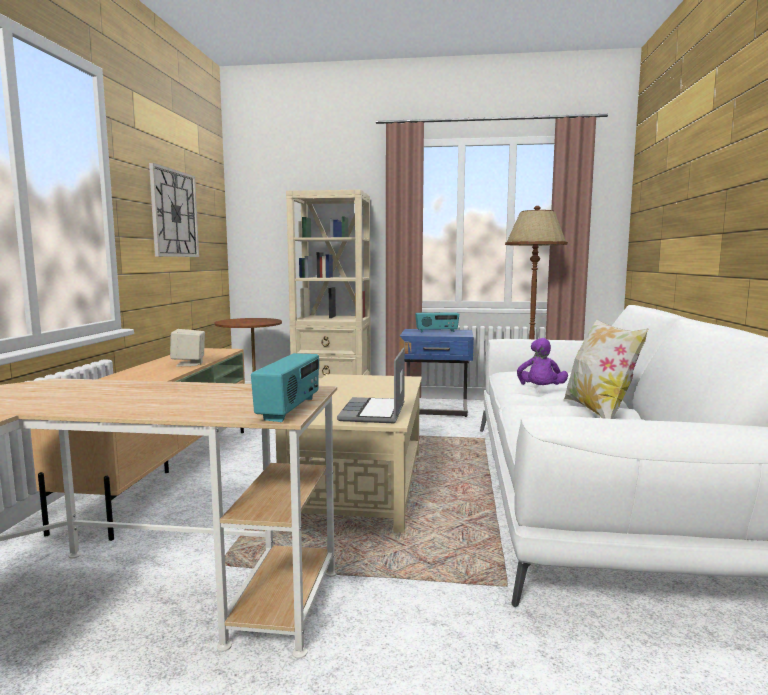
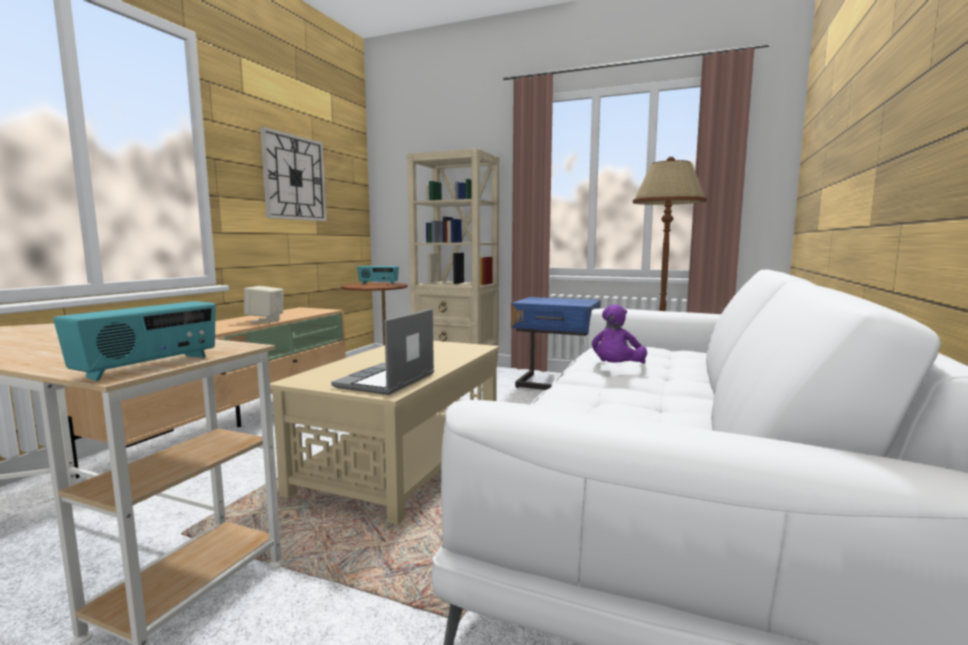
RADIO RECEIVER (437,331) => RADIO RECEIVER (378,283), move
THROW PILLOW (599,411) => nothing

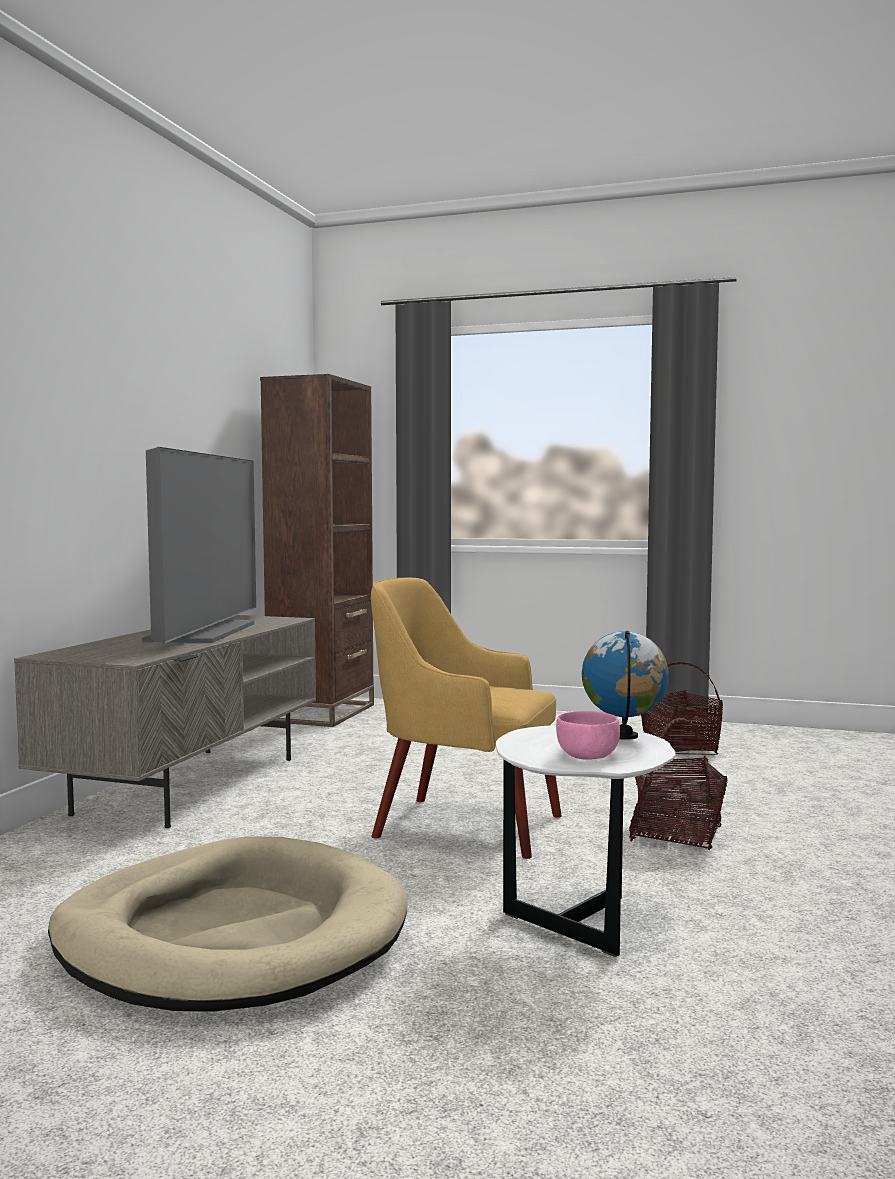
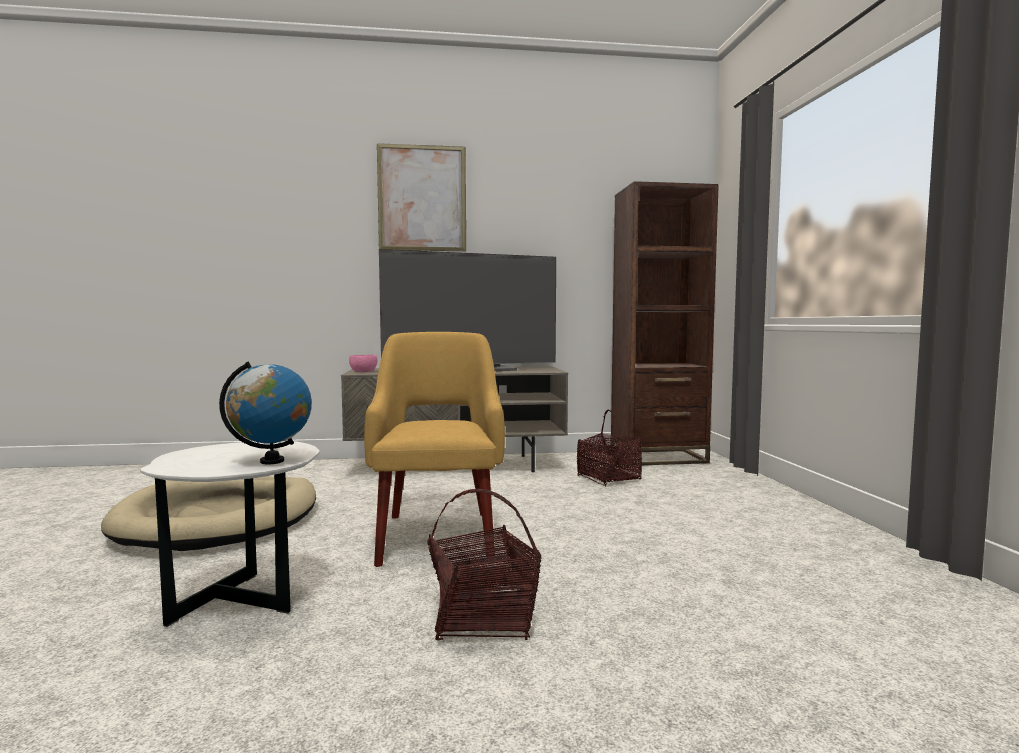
PINK-COLOURED SERVING BOWL (587,756) => PINK-COLOURED SERVING BOWL (363,372), move
nothing => PICTURE (422,198)
BASKET (679,748) => BASKET (608,478), move

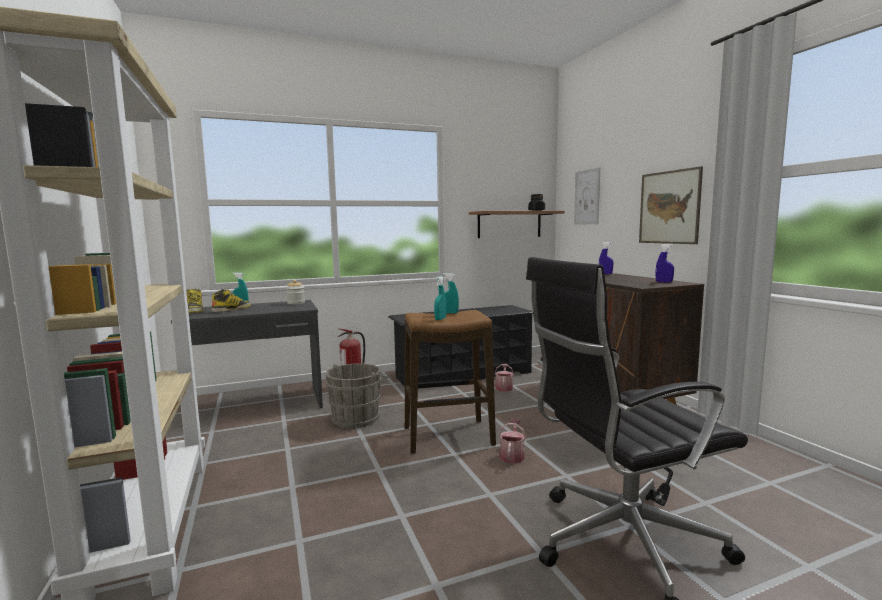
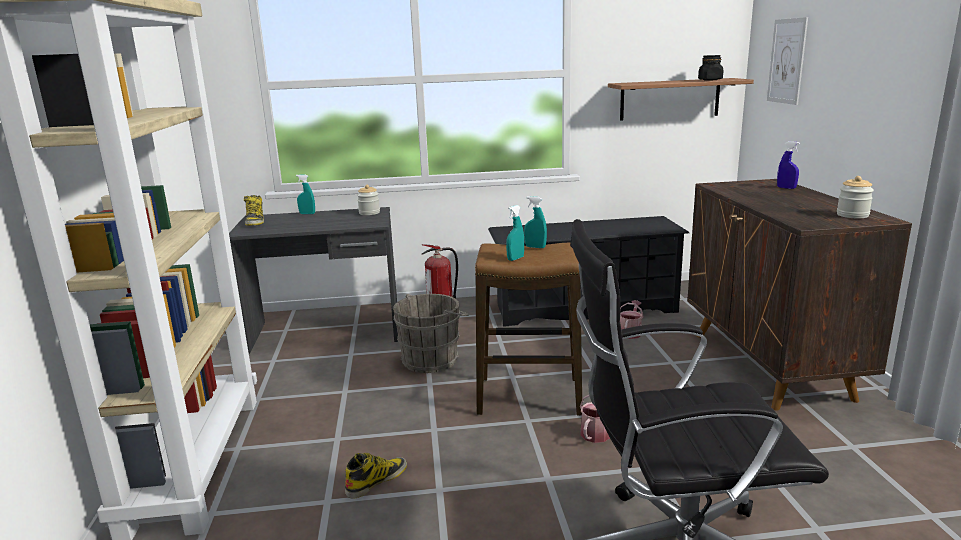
HIGH-TOP BOOT (231,309) => HIGH-TOP BOOT (376,480), move
BLUE-COLOURED HAND SPRAYER (664,282) => PRESERVE JAR (852,215)
PICTURE (669,207) => nothing

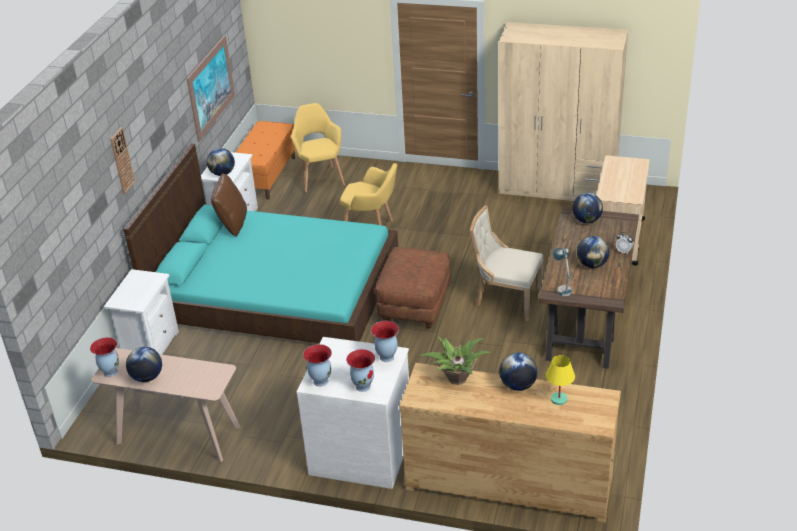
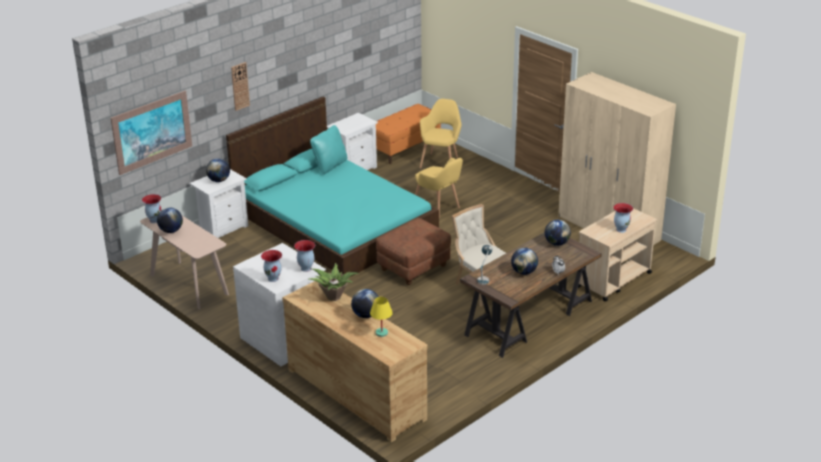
PICTURE (211,87) => PICTURE (152,132), move
WORLD GLOBE (222,173) => WORLD GLOBE (219,180), move
BROWN THROW PILLOW (232,224) => TURQUOISE THROW PILLOW (329,166)
FLOWER VASE (320,381) => FLOWER VASE (621,229), move

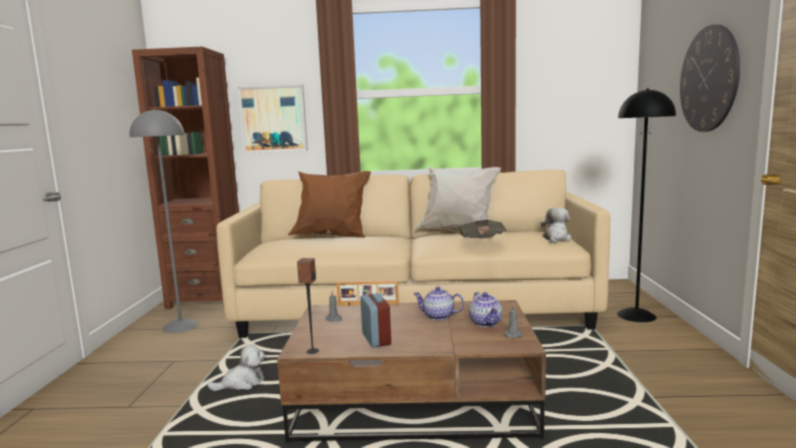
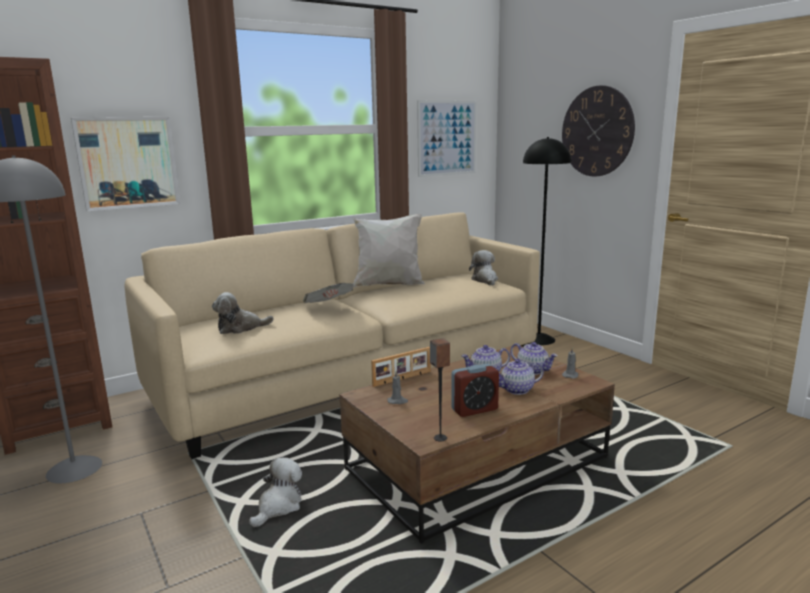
nothing => PLUSH TOY (240,328)
DAILY PAPER (481,243) => DAILY PAPER (329,307), move
nothing => PICTURE (447,138)
BEDSIDE CLOCK (376,339) => BEDSIDE CLOCK (474,409), 120 degrees clockwise
nothing => TEAPOT (517,390)
BROWN THROW PILLOW (332,237) => nothing

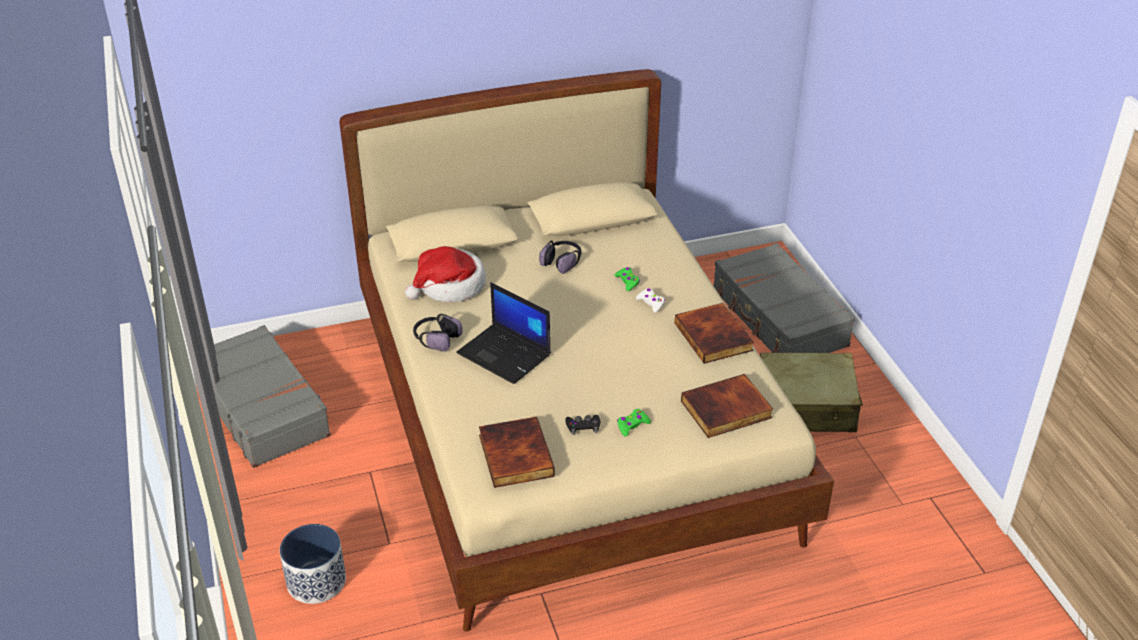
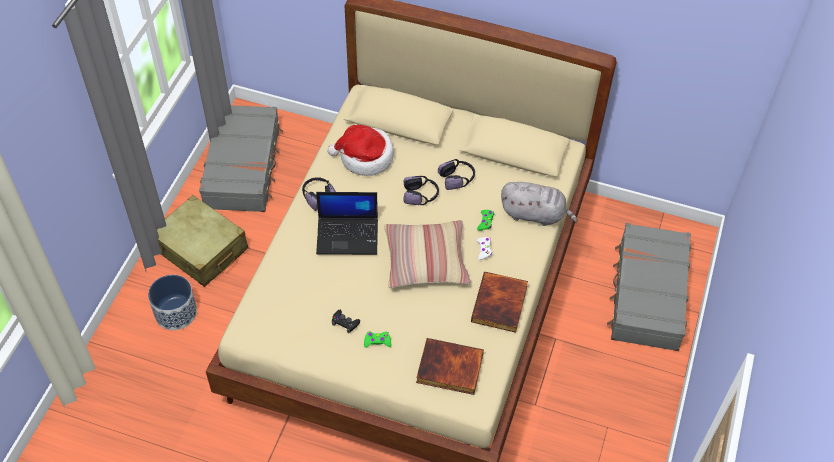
BEIGE-COLOURED PIECE OF LUGGAGE (806,406) => BEIGE-COLOURED PIECE OF LUGGAGE (201,250), move
LAPTOP (505,354) => LAPTOP (348,235), 75 degrees counterclockwise
nothing => THROW PILLOW (426,260)
nothing => HEADPHONES (421,195)
nothing => GREY PLUSH TOY (535,214)
BOUND BOOK (514,455) => nothing

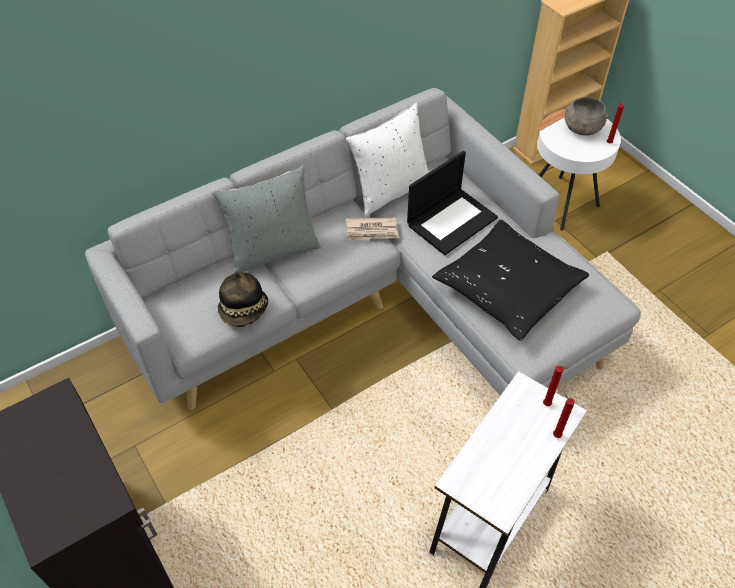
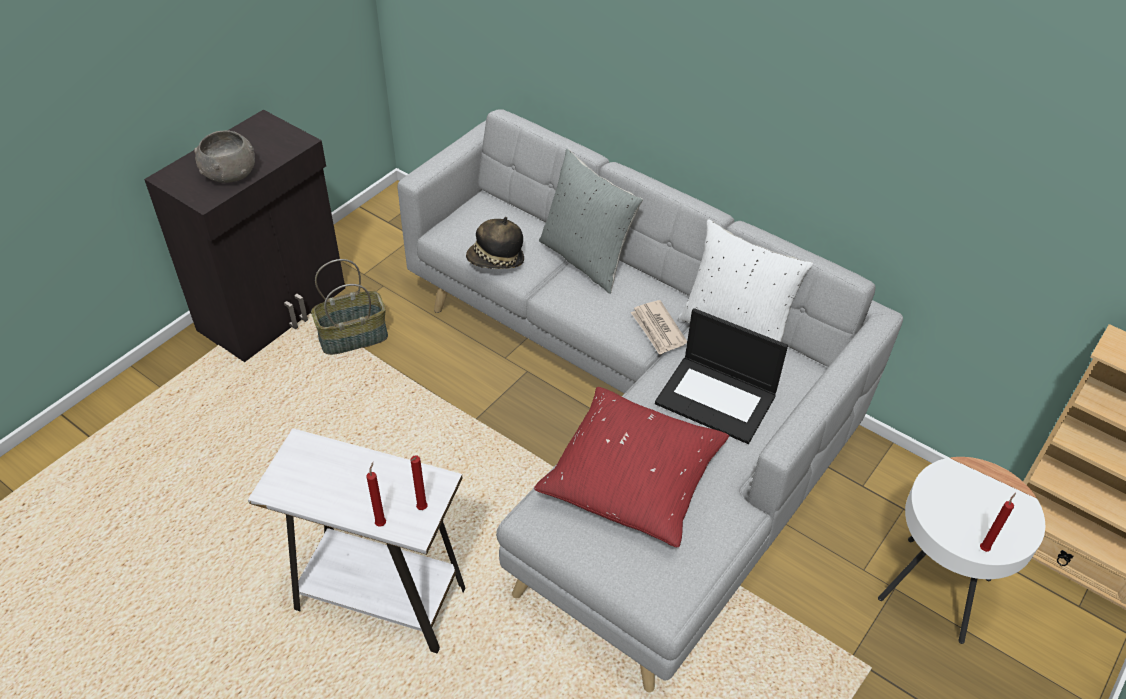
GREY SERVING BOWL (581,128) => GREY SERVING BOWL (229,174), move
nothing => BASKET (353,336)
BLACKISH THROW PILLOW (507,288) => RED THROW PILLOW (632,477)

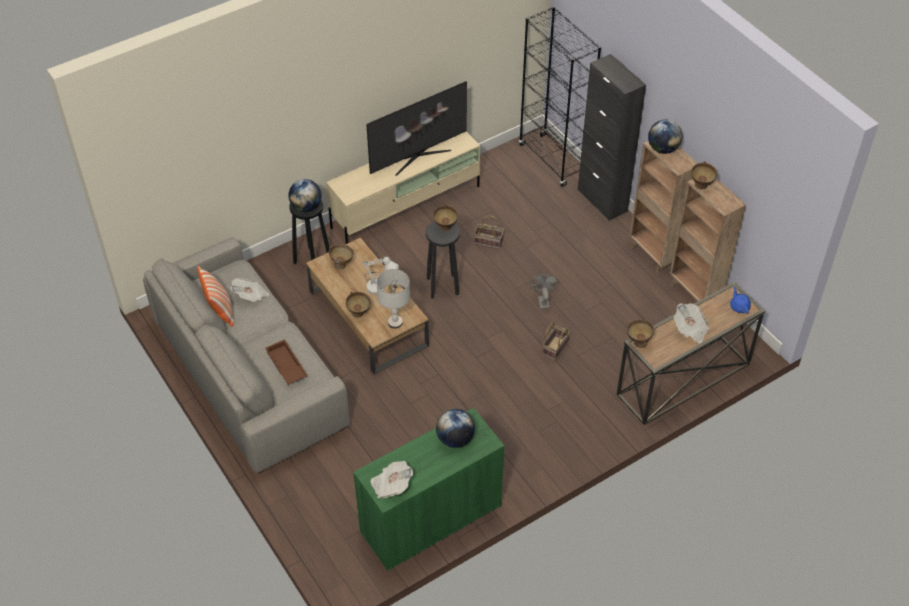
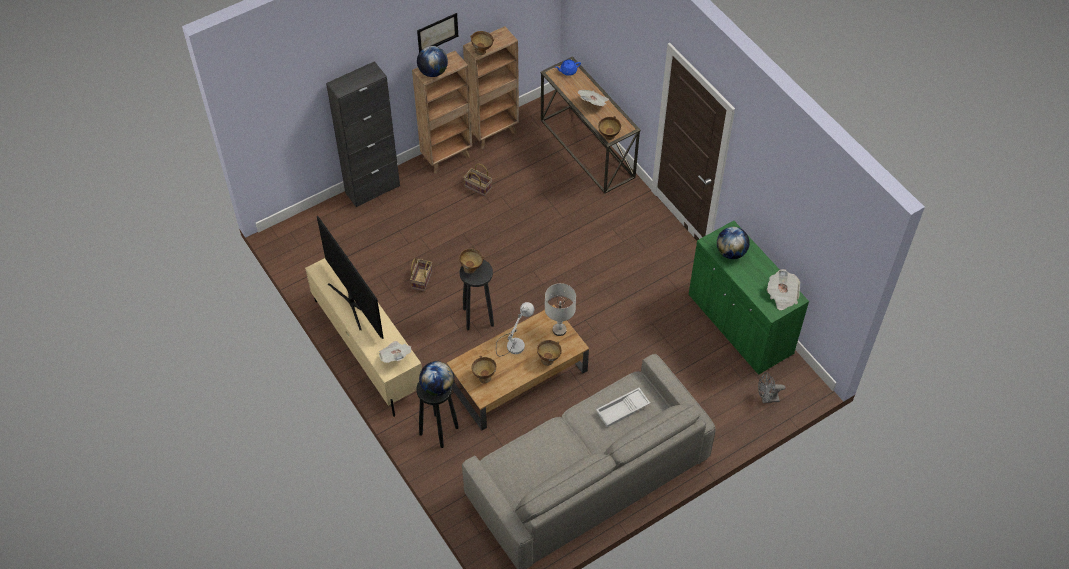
DAILY PAPER (251,296) => DAILY PAPER (395,356), move
nothing => PICTURE (437,33)
BASKET (555,347) => BASKET (477,187), move
BROWN TRAY (285,366) => WHITISH TRAY (622,410)
GREY ELECTRIC FAN (542,300) => GREY ELECTRIC FAN (767,399), move
THROW PILLOW (220,310) => nothing
BLACKISH BOOKSHELF (553,161) => nothing

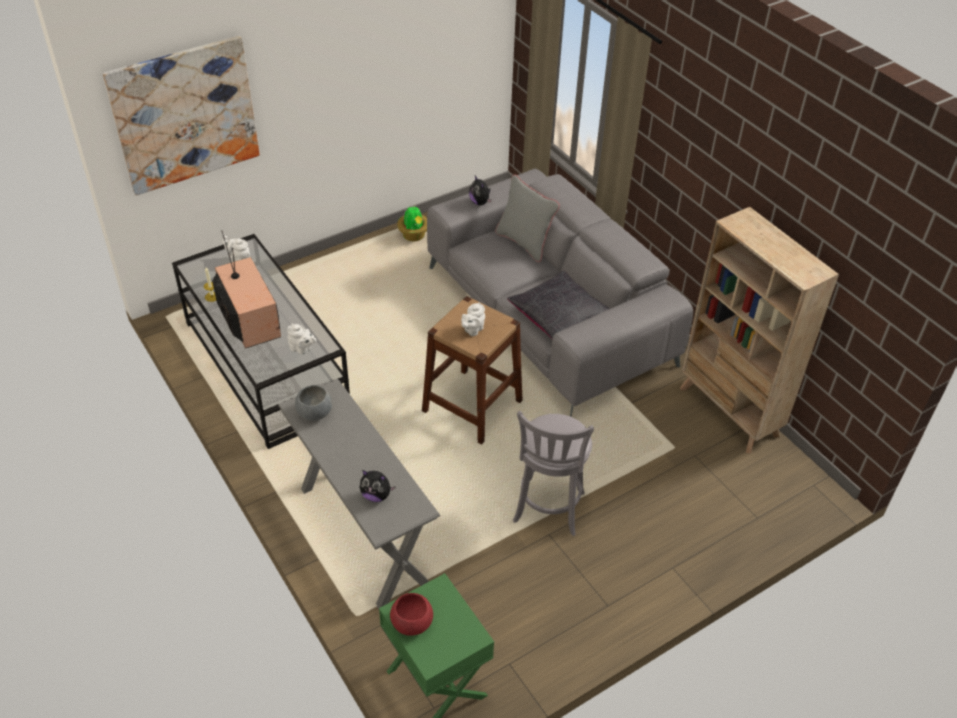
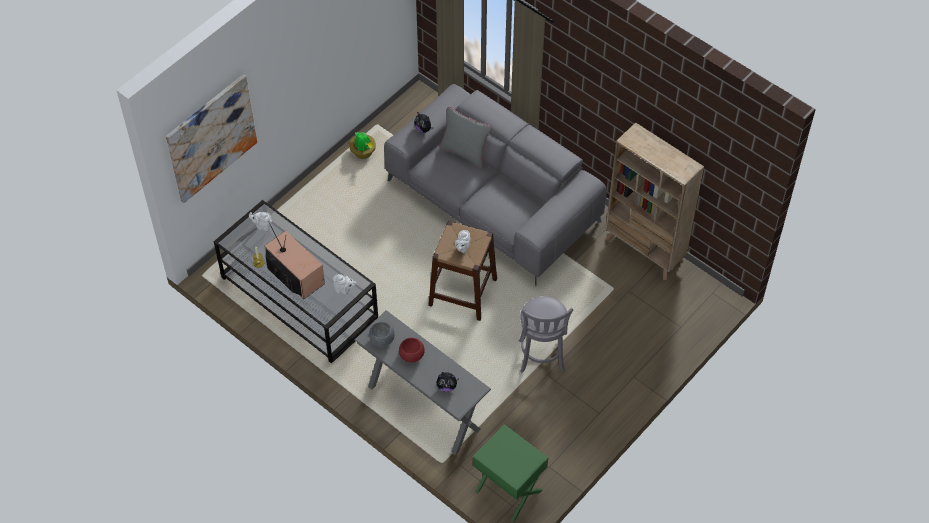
RED SERVING BOWL (412,622) => RED SERVING BOWL (411,355), move
BLACKISH THROW PILLOW (559,316) => nothing

